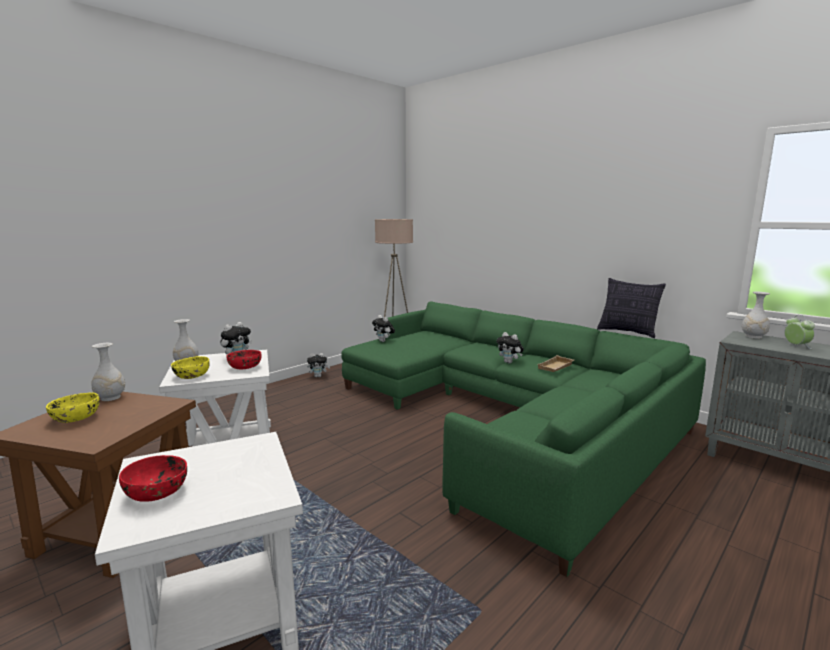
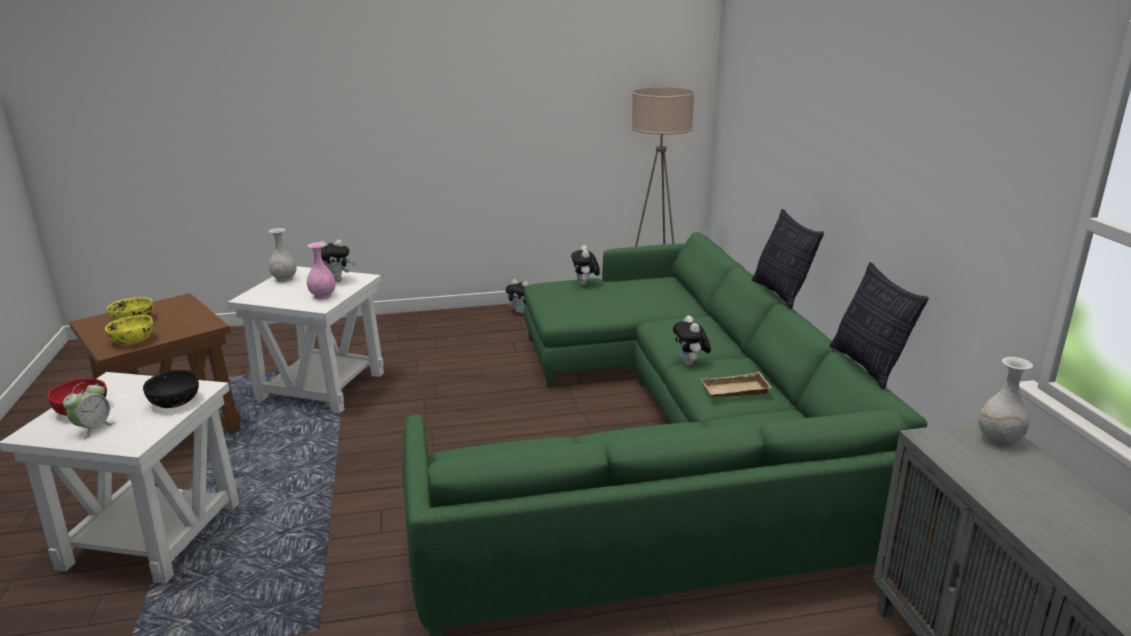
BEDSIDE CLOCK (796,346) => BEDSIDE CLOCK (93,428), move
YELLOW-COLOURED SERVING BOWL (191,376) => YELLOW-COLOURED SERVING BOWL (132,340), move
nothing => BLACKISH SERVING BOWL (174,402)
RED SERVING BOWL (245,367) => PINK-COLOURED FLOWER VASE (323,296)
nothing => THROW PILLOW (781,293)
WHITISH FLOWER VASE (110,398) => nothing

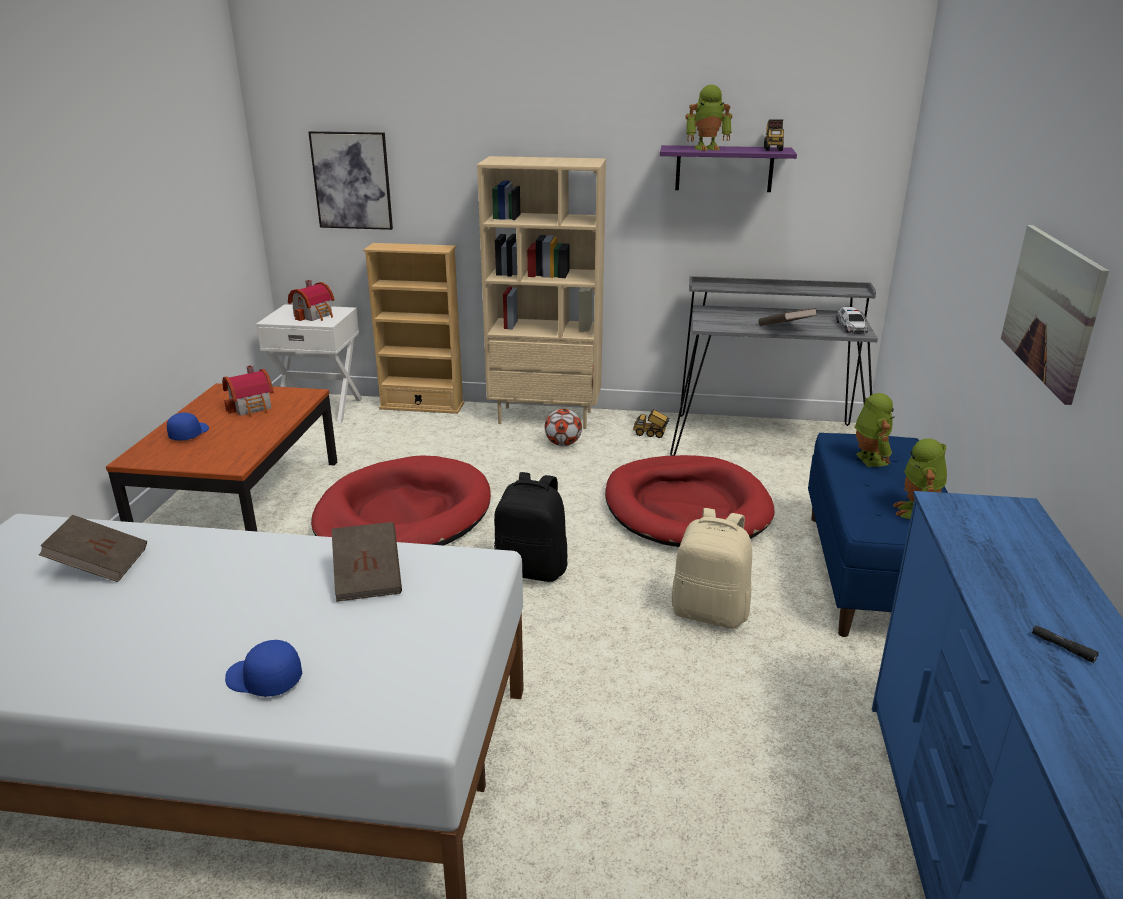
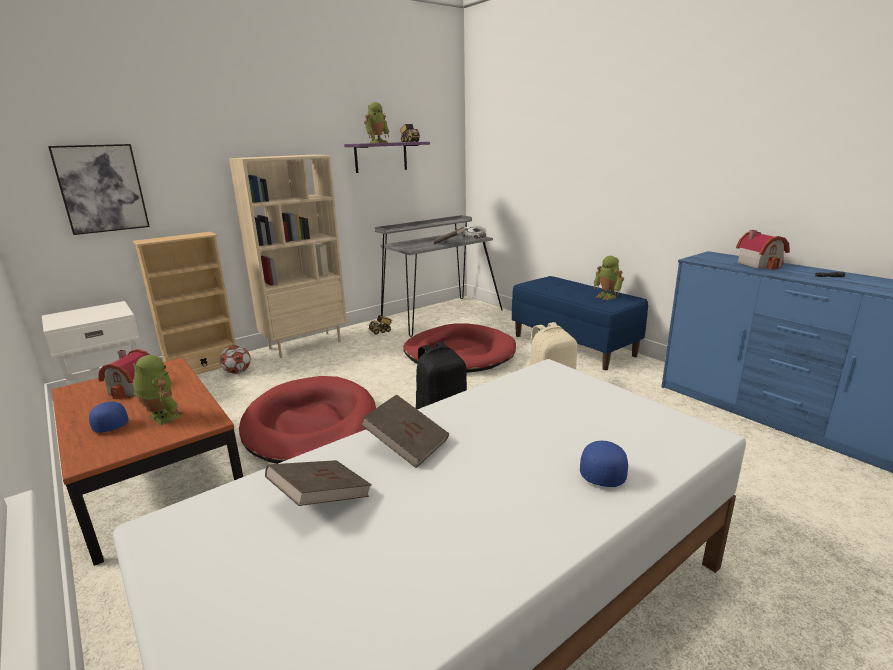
TOY ROBOT (868,459) => TOY ROBOT (161,418), move
FOOTBALL BALL (563,444) => FOOTBALL BALL (237,372), move
BROWN BOUND BOOK (368,578) => BROWN BOUND BOOK (407,445), move
BLUE-COLOURED CAP (263,680) => BLUE-COLOURED CAP (602,470), 135 degrees clockwise
MODEL HOUSE (315,315) => MODEL HOUSE (760,264), move
PICTURE (1051,309) => nothing

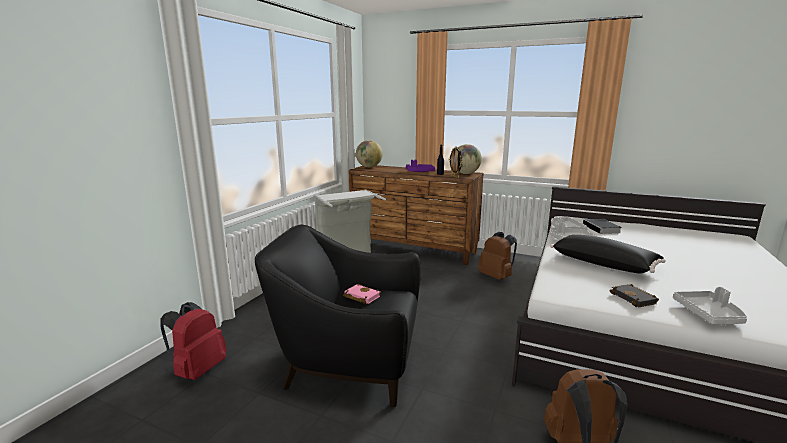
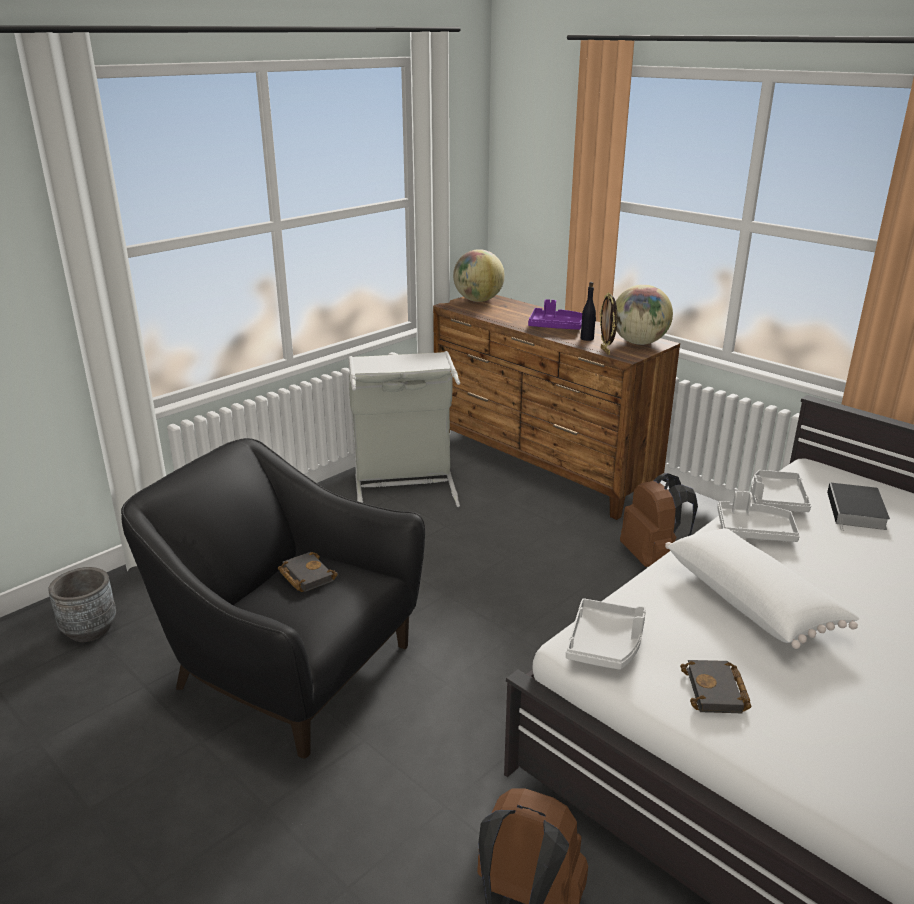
RED RUCKSACK (198,370) => GREY PLANT POT (90,630)
PINK-COLOURED BOUND BOOK (360,297) => BLACKISH BOUND BOOK (305,576)
GREY TRAY (709,314) => GREY TRAY (606,644), move
BLACKISH THROW PILLOW (603,263) => WHITISH THROW PILLOW (752,601)

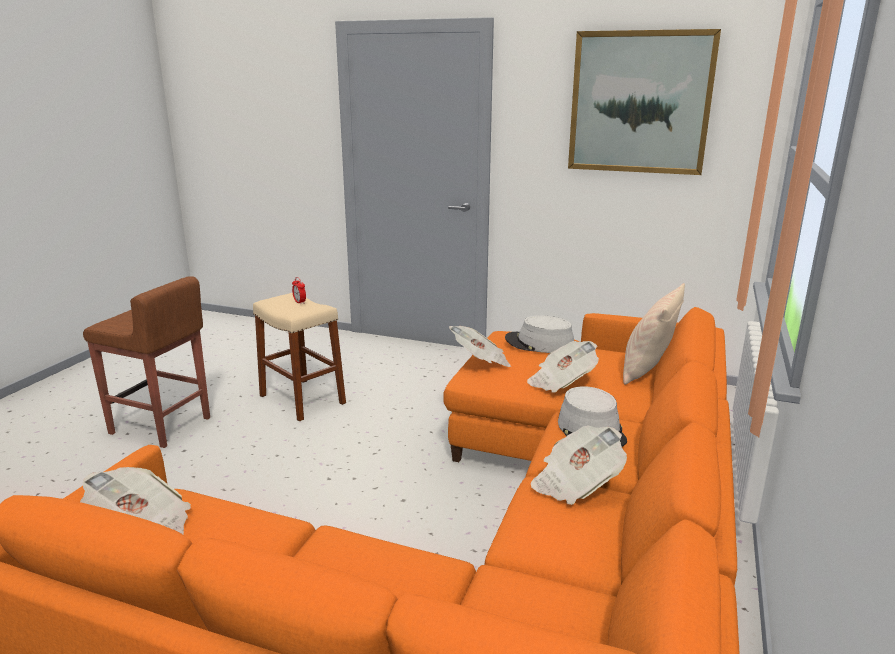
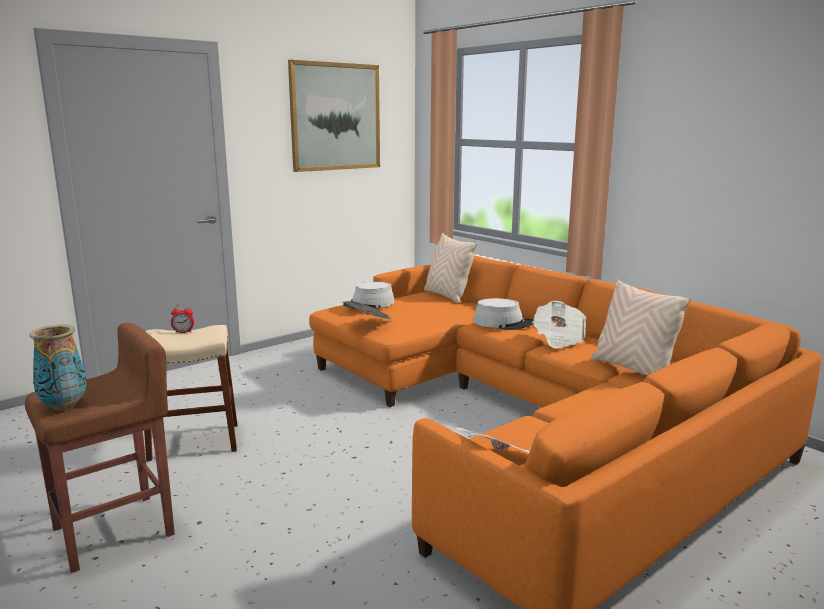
nothing => FLOWER VASE (64,406)
nothing => BEIGE-COLOURED THROW PILLOW (633,369)
DAILY PAPER (561,382) => nothing

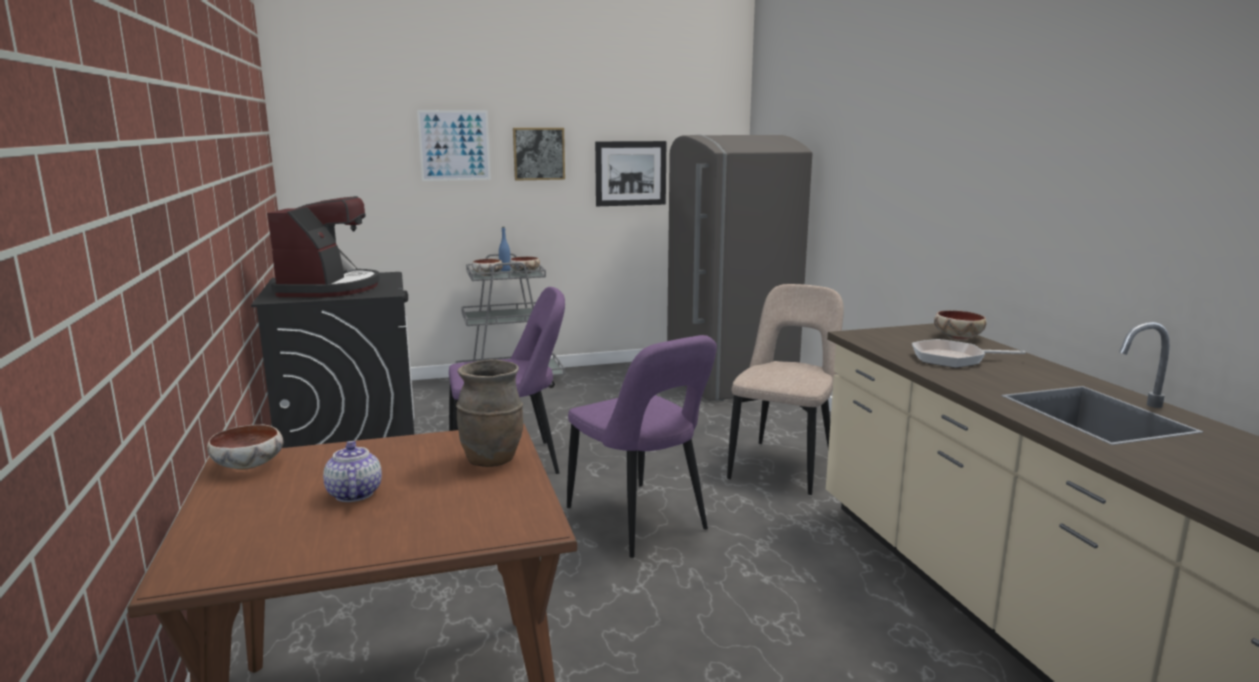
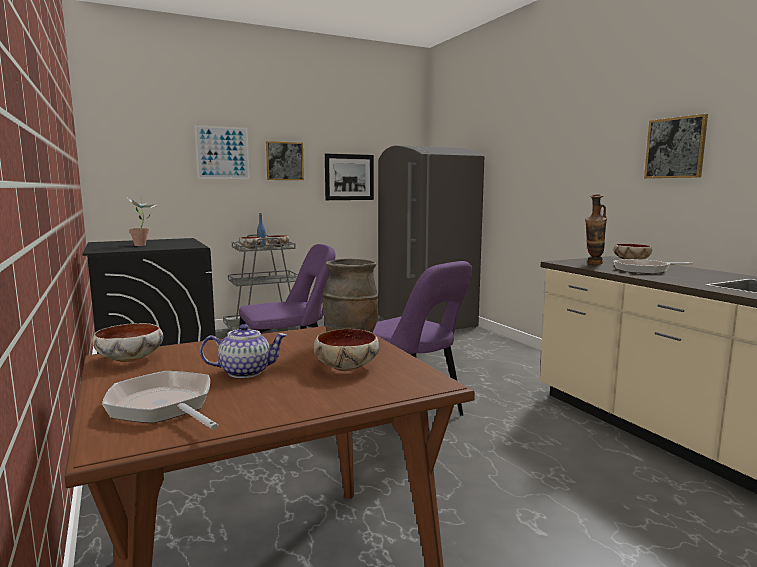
nothing => SKILLET (164,407)
COFFEE BREWER (330,288) => HOUSEPLANT (144,245)
TEAPOT (353,494) => TEAPOT (246,372), 105 degrees clockwise
nothing => SERVING BOWL (346,367)
nothing => FLOWER VASE (593,264)
nothing => PICTURE (675,148)
BEIGE-COLOURED UPRIGHT CHAIR (784,465) => nothing

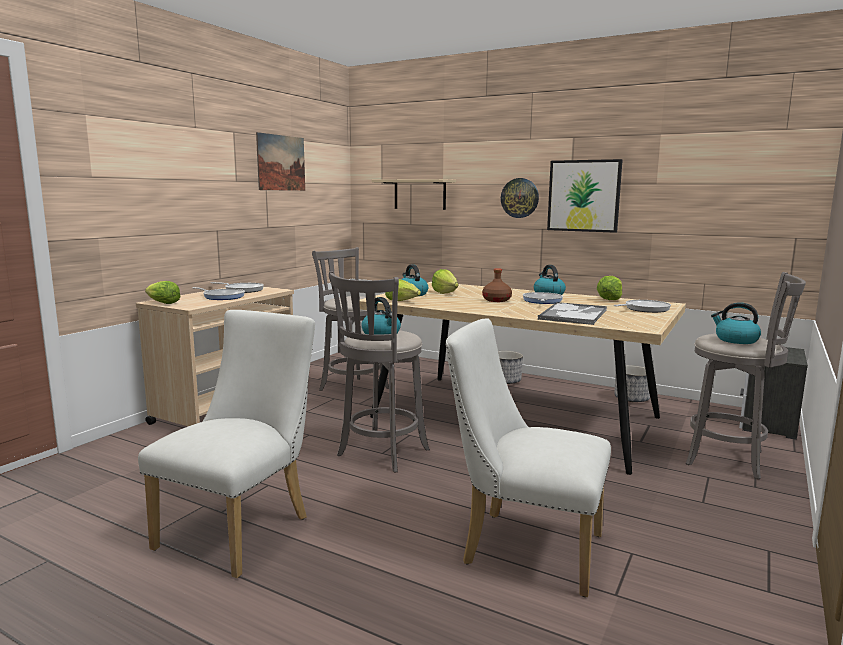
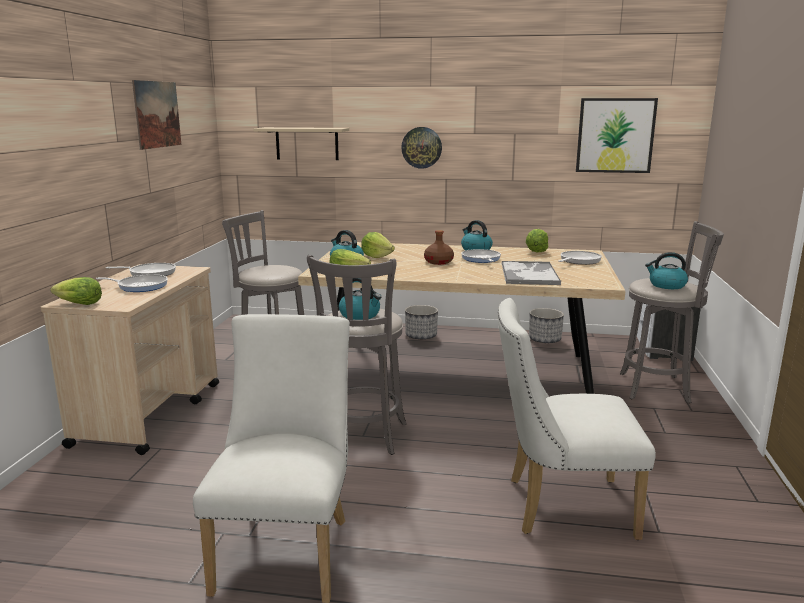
PICTURE (584,196) => PICTURE (615,135), move

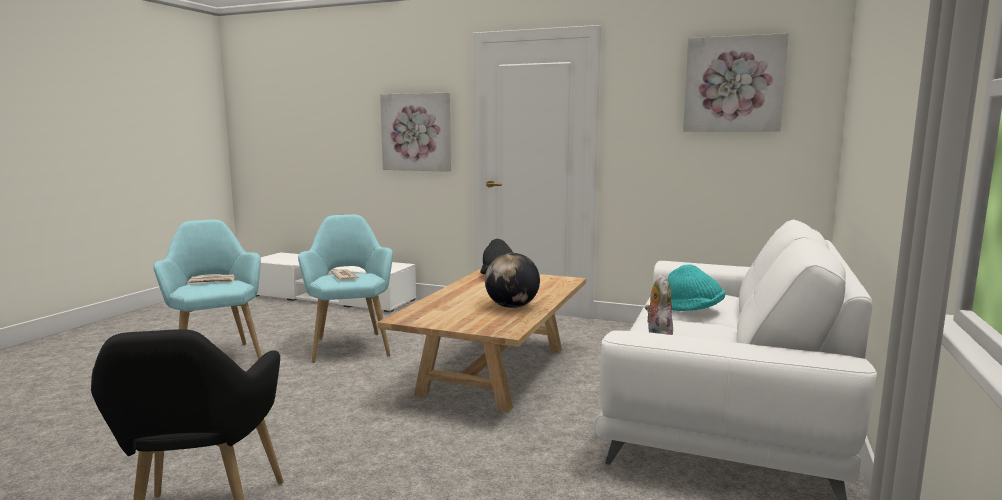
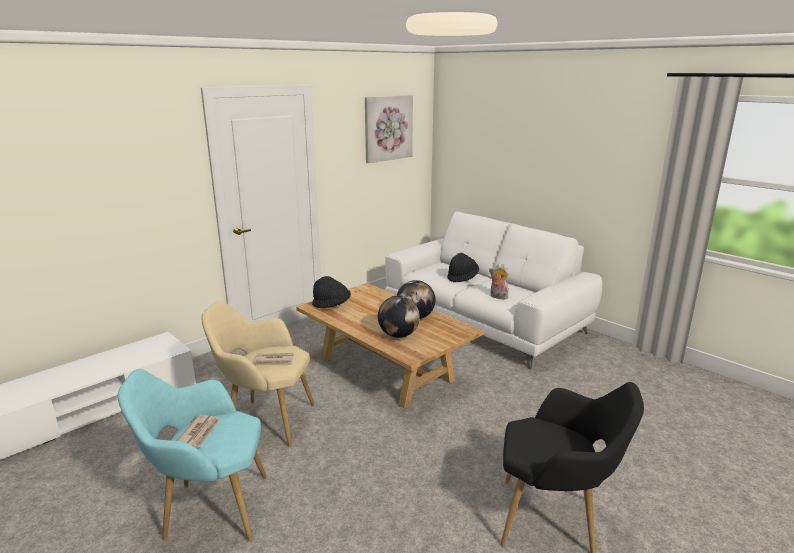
TURQUOISE ARMCHAIR (350,345) => BEIGE-COLOURED ARMCHAIR (265,420)
nothing => WORLD GLOBE (398,335)
TURQUOISE WEARABLE HAT (693,310) => BLACKISH WEARABLE HAT (462,278)
PICTURE (416,132) => nothing

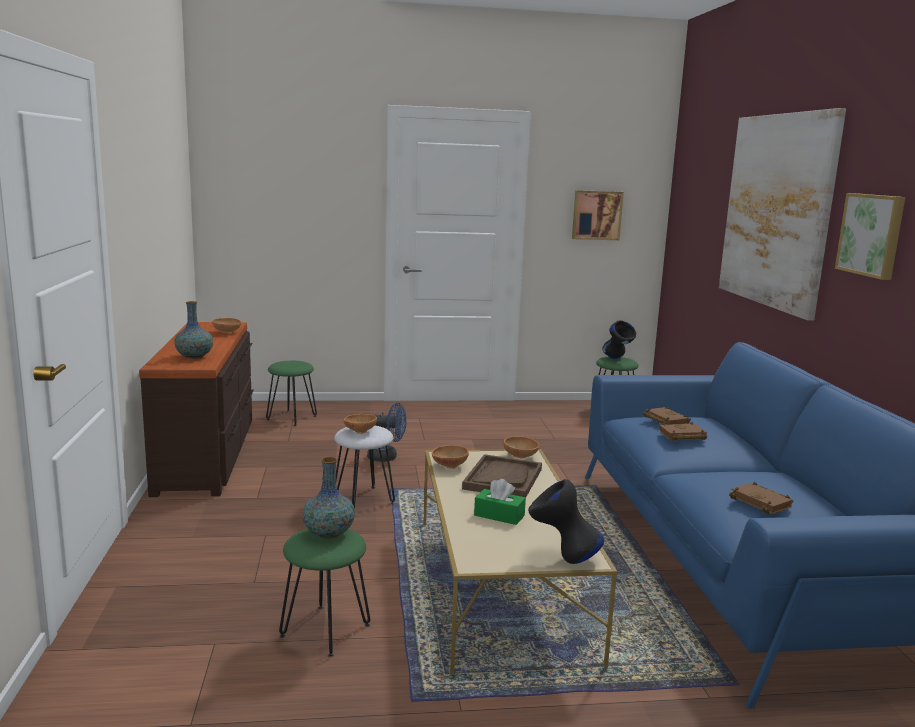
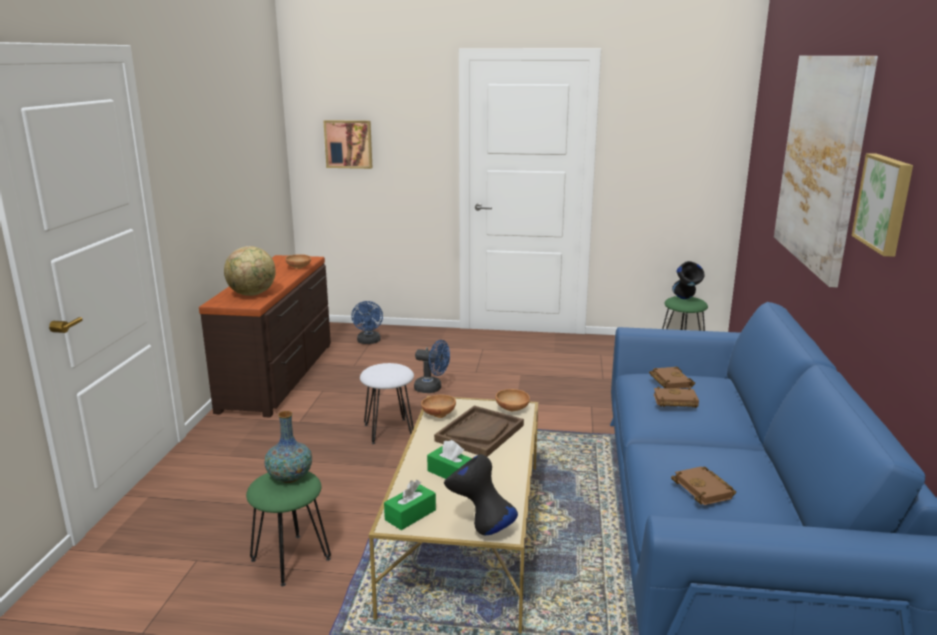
FLOWER VASE (194,357) => WORLD GLOBE (252,294)
PICTURE (596,215) => PICTURE (349,144), move
GREEN STOOL SEAT (292,417) => BLUE-COLOURED ELECTRIC FAN (369,342)
nothing => GREEN TISSUE HOLDER (410,515)
BROWN SERVING BOWL (360,431) => nothing

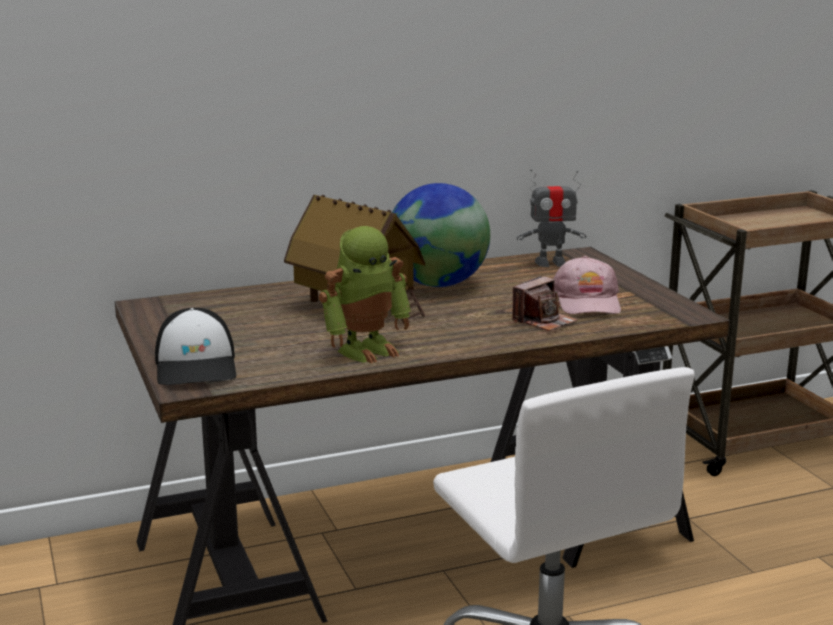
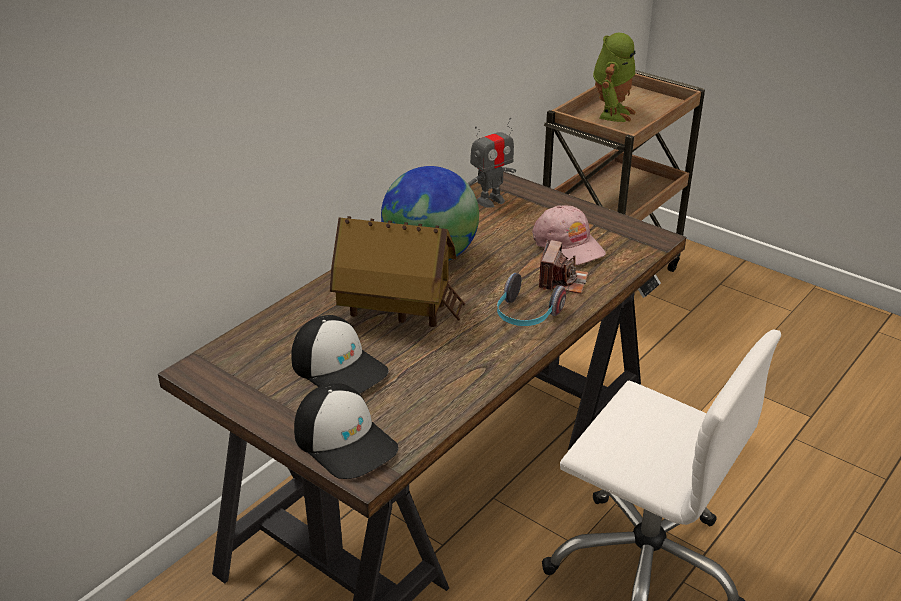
nothing => CAP (339,367)
nothing => HEADPHONES (526,316)
TOY ROBOT (366,349) => TOY ROBOT (611,113), move

